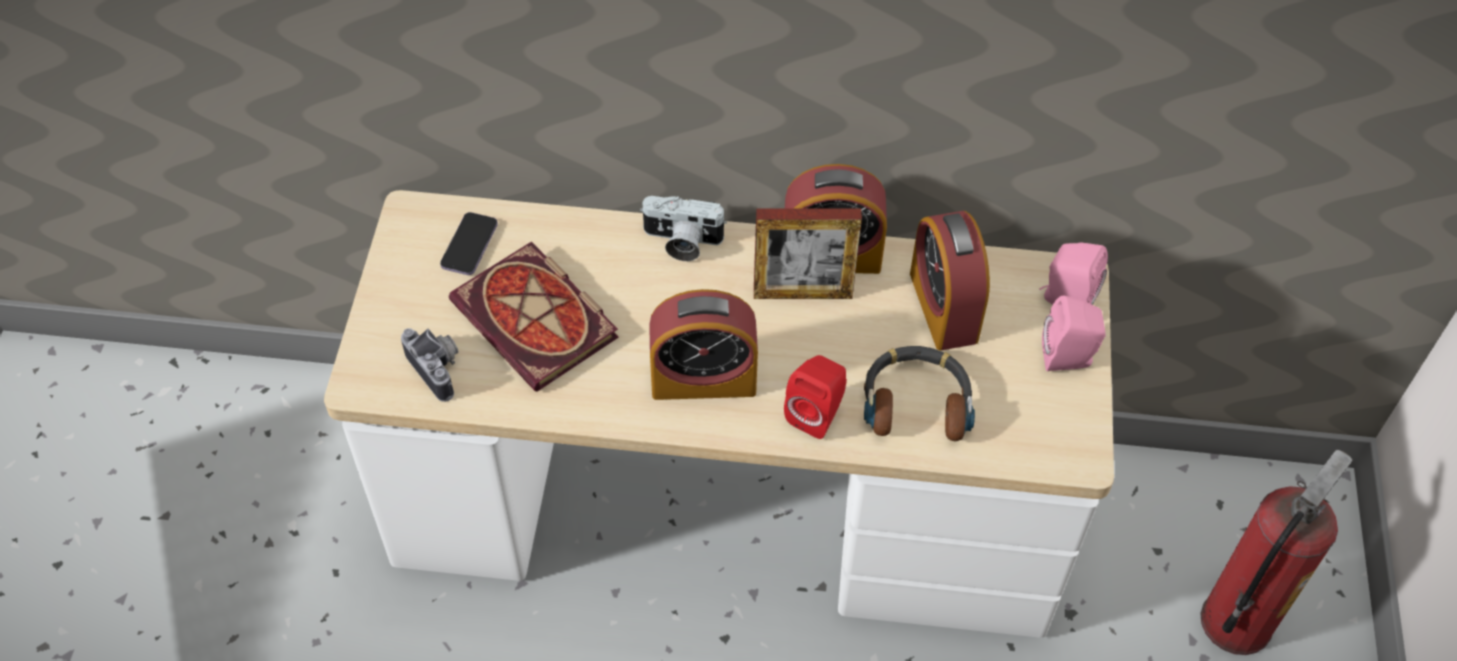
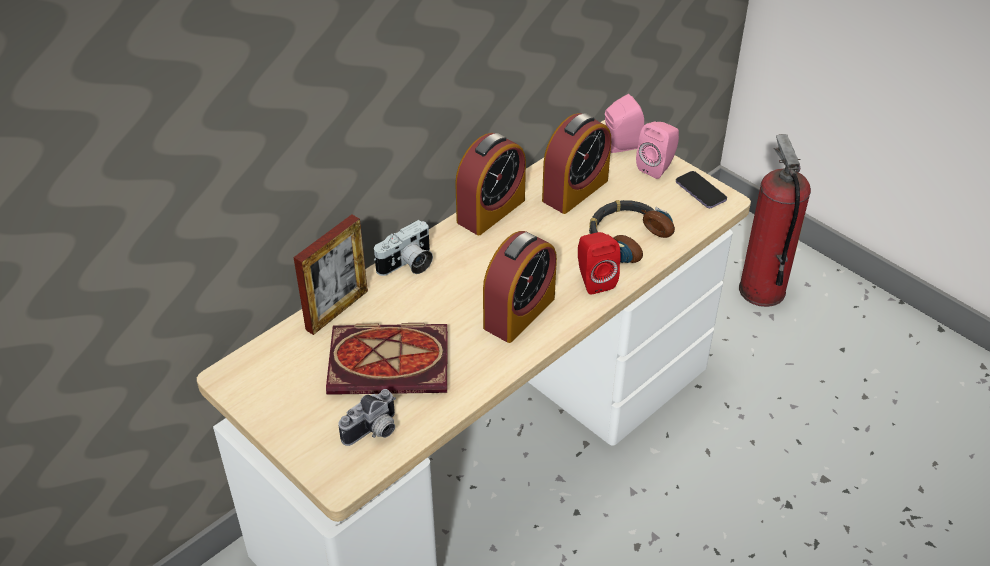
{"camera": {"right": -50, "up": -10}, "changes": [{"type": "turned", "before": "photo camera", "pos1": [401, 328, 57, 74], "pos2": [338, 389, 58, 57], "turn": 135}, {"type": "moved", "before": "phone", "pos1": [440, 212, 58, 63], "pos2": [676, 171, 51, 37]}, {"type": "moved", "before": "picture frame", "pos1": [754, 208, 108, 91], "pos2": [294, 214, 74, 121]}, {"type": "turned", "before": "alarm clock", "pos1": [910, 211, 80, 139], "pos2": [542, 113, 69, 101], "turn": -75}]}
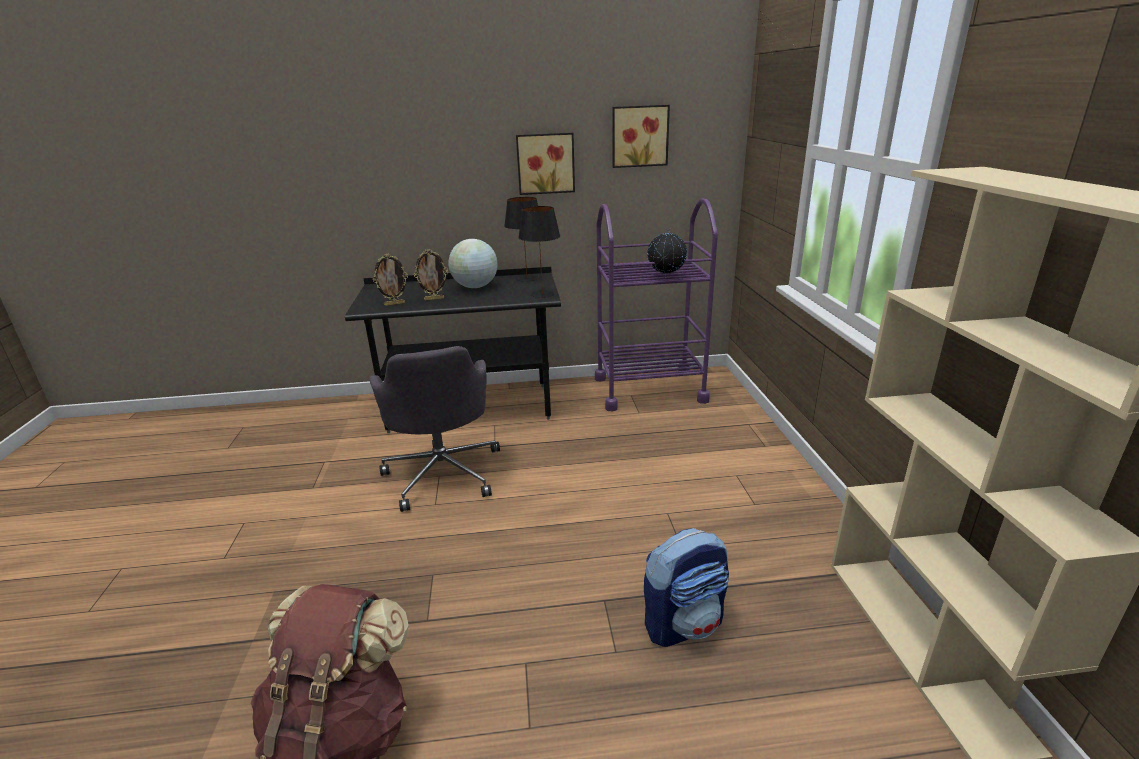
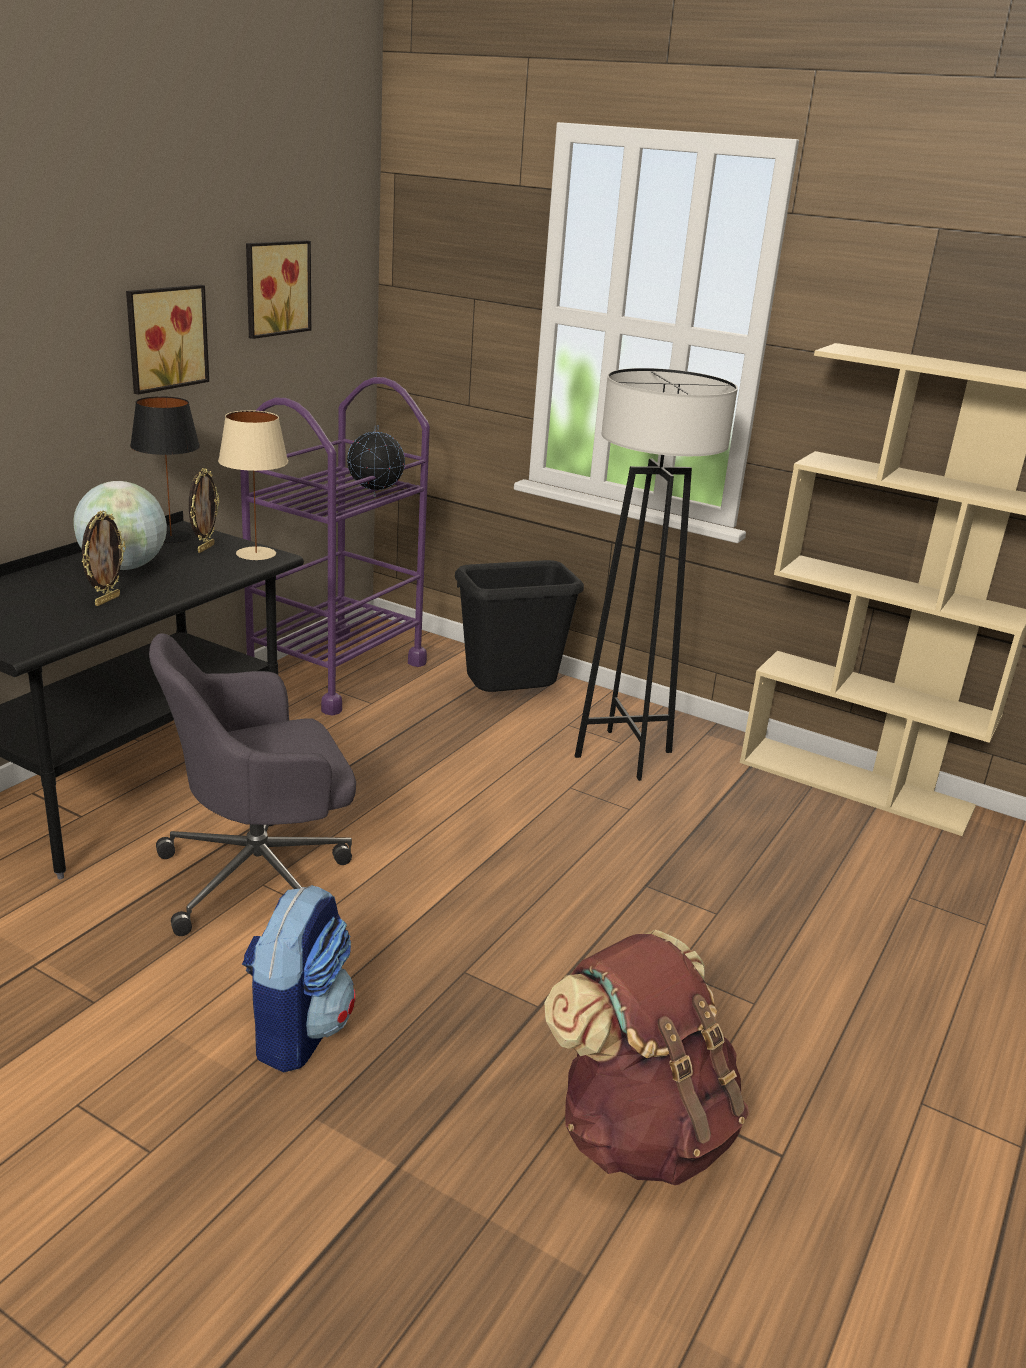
{"camera": {"right": -55, "up": 0}, "changes": [{"type": "turned", "before": "grey office chair", "pos1": [370, 346, 130, 166], "pos2": [149, 633, 207, 303], "turn": 135}, {"type": "moved", "before": "picture frame", "pos1": [373, 253, 35, 53], "pos2": [189, 468, 31, 85]}, {"type": "recoloured", "before": "black lamp for a table", "after": "beige lamp for a table", "pos1": [518, 206, 42, 92], "pos2": [218, 410, 70, 150]}, {"type": "moved", "before": "backpack", "pos1": [644, 528, 85, 119], "pos2": [242, 885, 113, 188]}, {"type": "added", "after": "black rubbish bin", "pos2": [455, 560, 129, 132]}, {"type": "added", "after": "grey standing lamp", "pos2": [575, 368, 163, 413]}]}
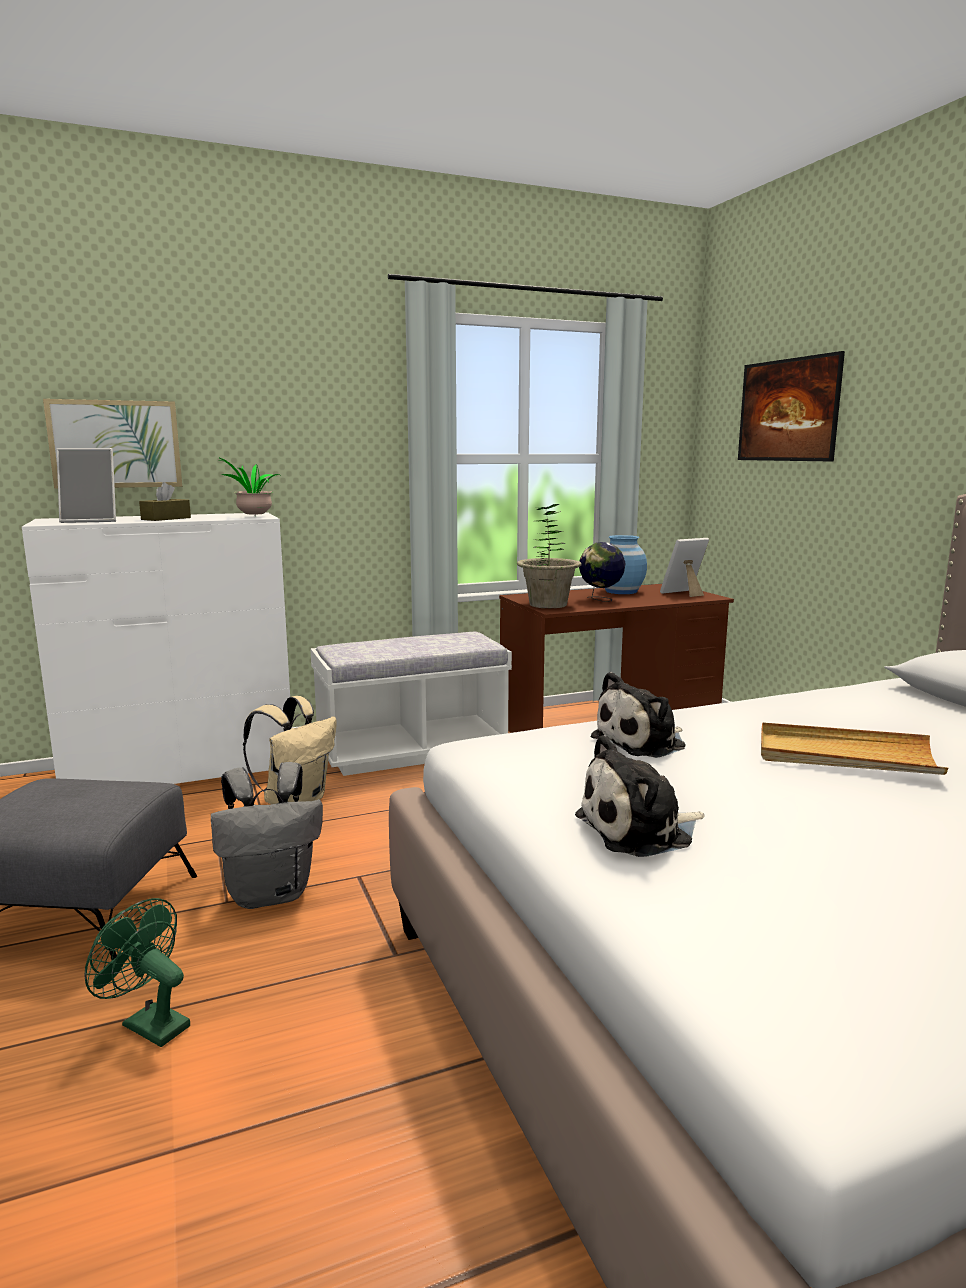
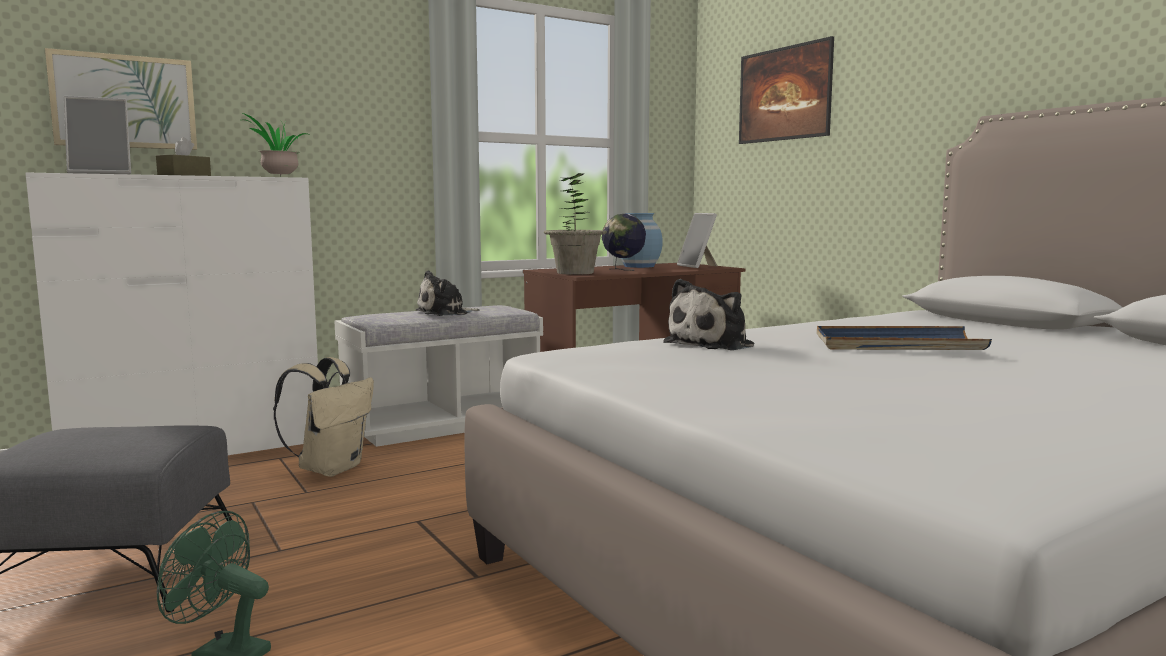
{"camera": {"right": -10, "up": -5}, "changes": [{"type": "removed", "before": "grey backpack", "pos1": [211, 762, 112, 147]}, {"type": "moved", "before": "plush toy", "pos1": [575, 735, 130, 122], "pos2": [416, 270, 63, 46]}, {"type": "turned", "before": "picture frame", "pos1": [660, 538, 49, 59], "pos2": [677, 213, 40, 55], "turn": -75}, {"type": "recoloured", "before": "beige serving tray", "after": "blue-coloured serving tray", "pos1": [761, 722, 187, 53], "pos2": [817, 326, 175, 24]}]}
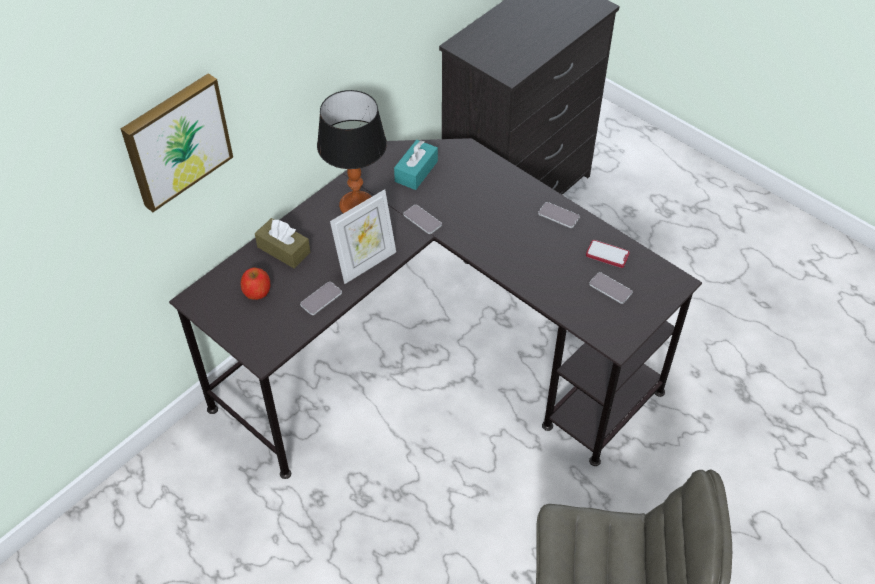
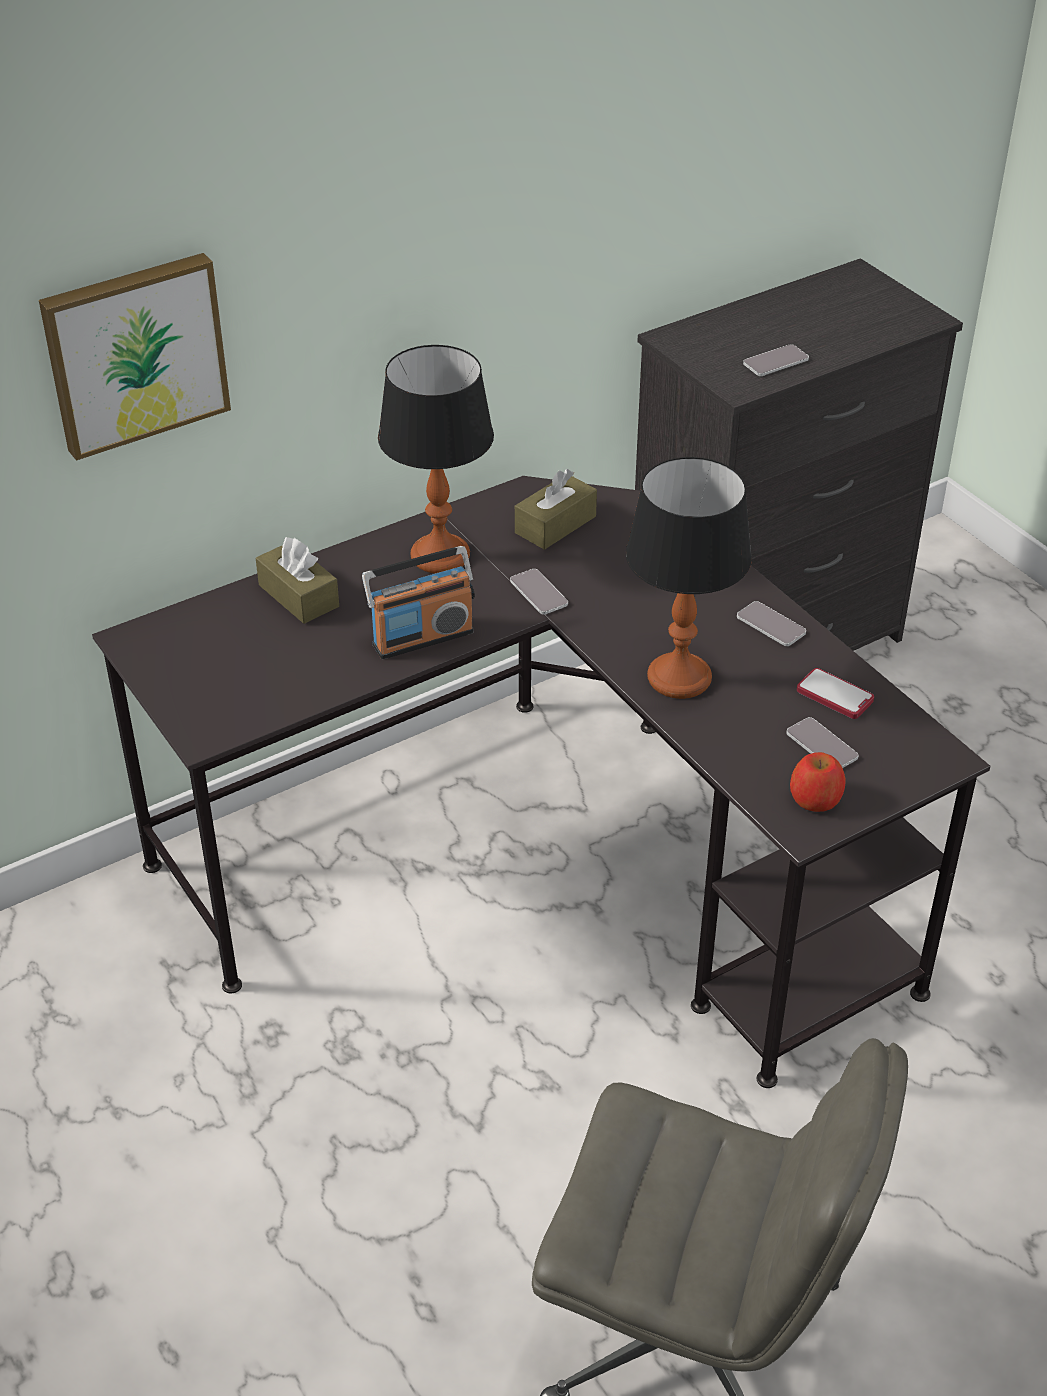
{"camera": {"right": 15, "up": -10}, "changes": [{"type": "moved", "before": "whole apple", "pos1": [241, 267, 29, 33], "pos2": [790, 752, 56, 60]}, {"type": "moved", "before": "phone", "pos1": [300, 282, 42, 33], "pos2": [743, 344, 66, 32]}, {"type": "replaced", "before": "picture frame", "after": "radio set", "pos1": [330, 189, 66, 95], "pos2": [362, 546, 113, 113]}, {"type": "recoloured", "before": "turquoise tissue box", "after": "brown tissue box", "pos1": [394, 140, 44, 50], "pos2": [515, 469, 82, 81]}, {"type": "added", "after": "lamp for a table", "pos2": [626, 457, 126, 242]}]}
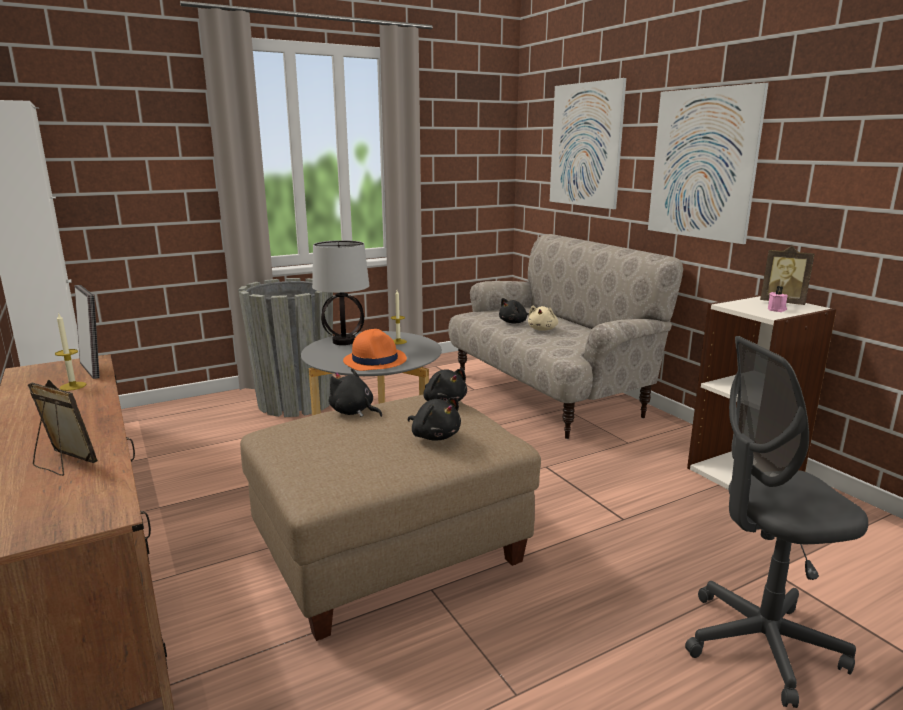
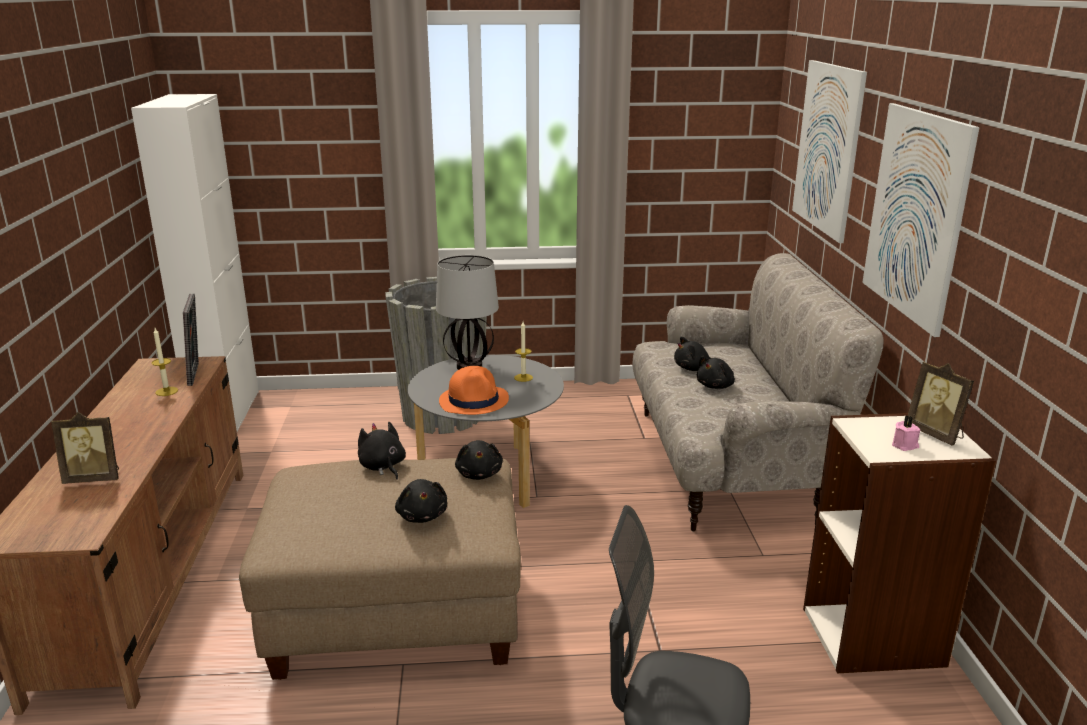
{"camera": {"right": 25, "up": 5}, "changes": [{"type": "turned", "before": "picture frame", "pos1": [28, 379, 70, 97], "pos2": [51, 412, 68, 72], "turn": 120}, {"type": "recoloured", "before": "beige plush toy", "after": "black plush toy", "pos1": [528, 306, 30, 25], "pos2": [697, 356, 38, 33]}]}
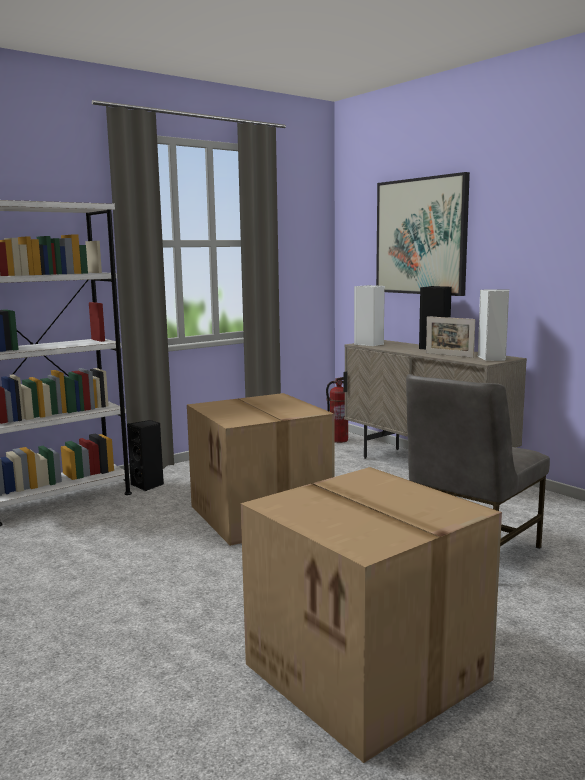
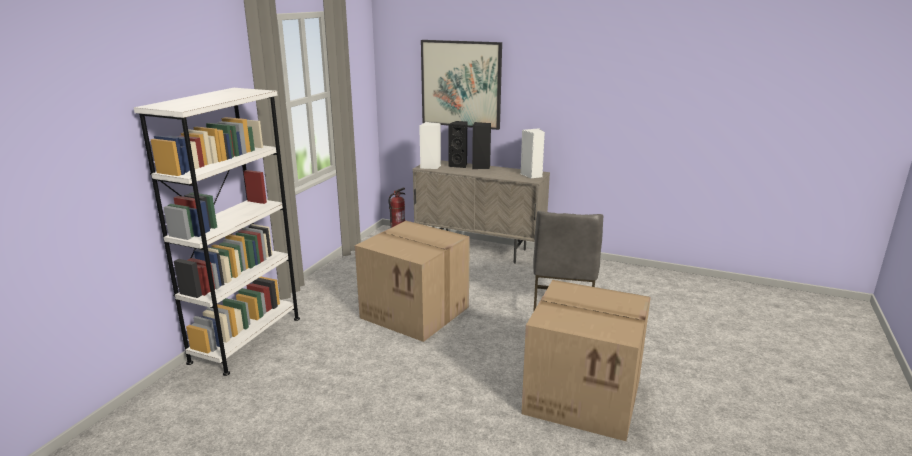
{"camera": {"right": -30, "up": 10}, "changes": [{"type": "moved", "before": "black speaker", "pos1": [127, 420, 37, 72], "pos2": [448, 121, 19, 47]}, {"type": "removed", "before": "picture frame", "pos1": [426, 316, 49, 42]}]}
